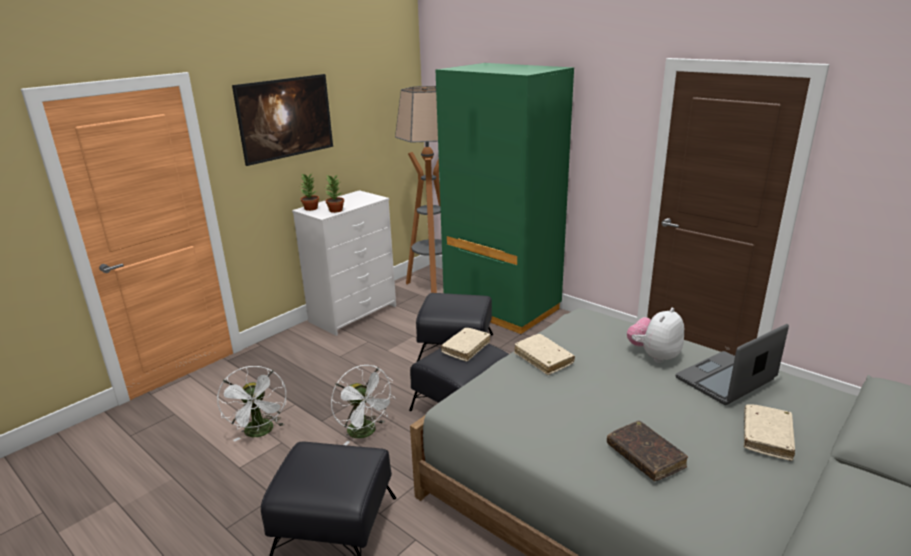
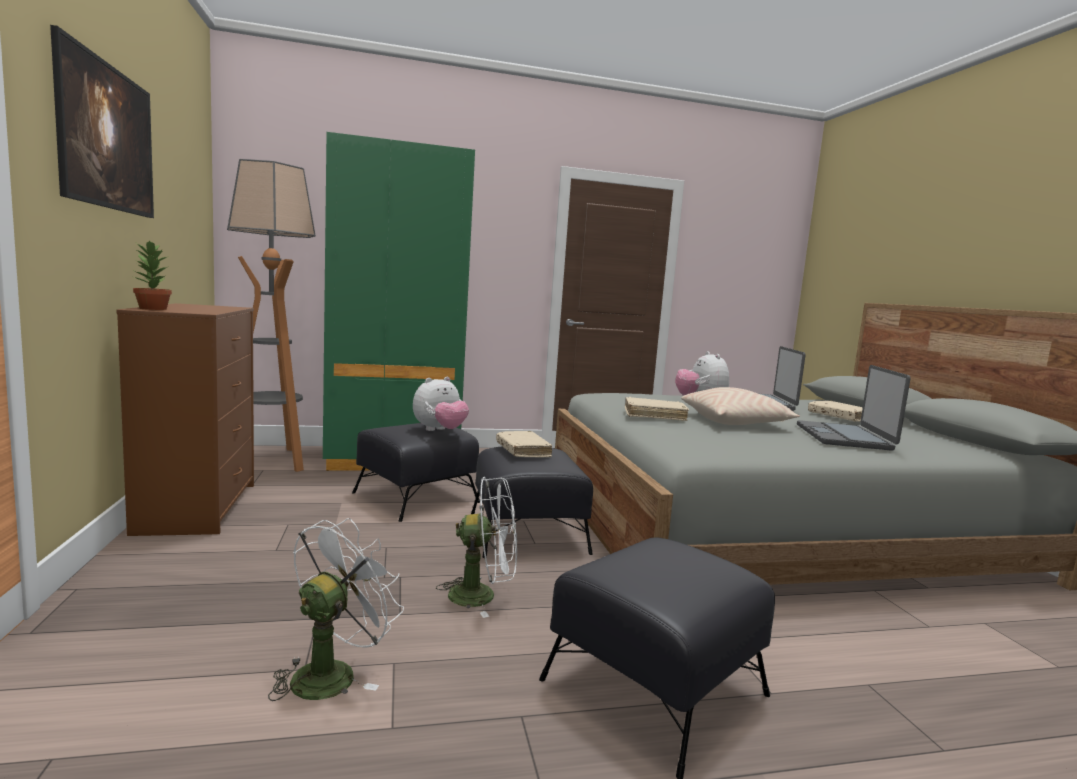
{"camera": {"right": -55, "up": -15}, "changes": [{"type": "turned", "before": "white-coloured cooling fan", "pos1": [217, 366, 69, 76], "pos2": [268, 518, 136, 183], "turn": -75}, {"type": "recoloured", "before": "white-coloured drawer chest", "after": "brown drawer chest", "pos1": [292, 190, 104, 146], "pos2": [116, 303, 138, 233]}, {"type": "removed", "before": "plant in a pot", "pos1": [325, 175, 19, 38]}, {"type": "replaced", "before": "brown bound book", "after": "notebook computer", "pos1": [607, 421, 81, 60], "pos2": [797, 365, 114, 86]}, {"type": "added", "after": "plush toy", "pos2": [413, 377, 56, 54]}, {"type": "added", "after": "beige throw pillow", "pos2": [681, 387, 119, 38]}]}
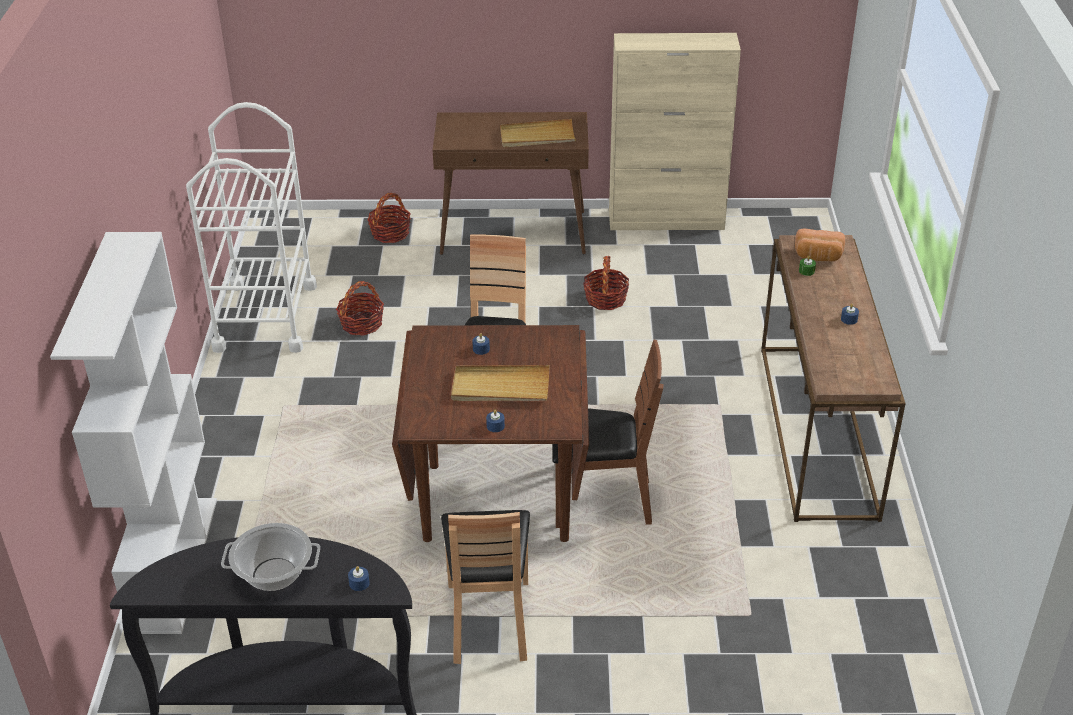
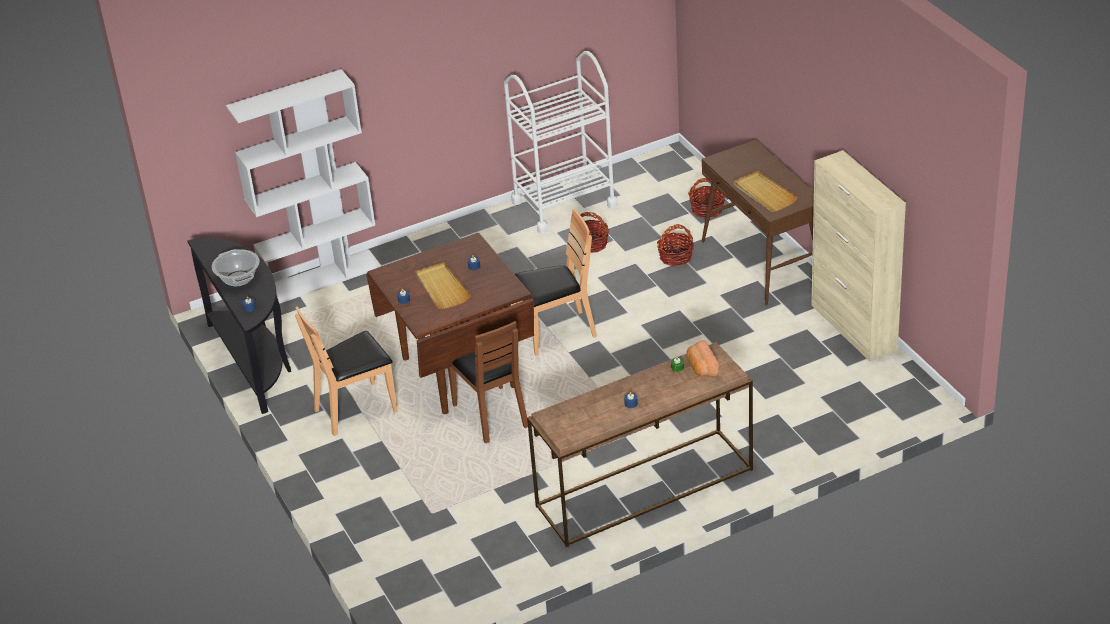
{"camera": {"right": 65, "up": 0}, "changes": [{"type": "moved", "before": "household basket", "pos1": [584, 256, 45, 54], "pos2": [657, 224, 37, 42]}]}
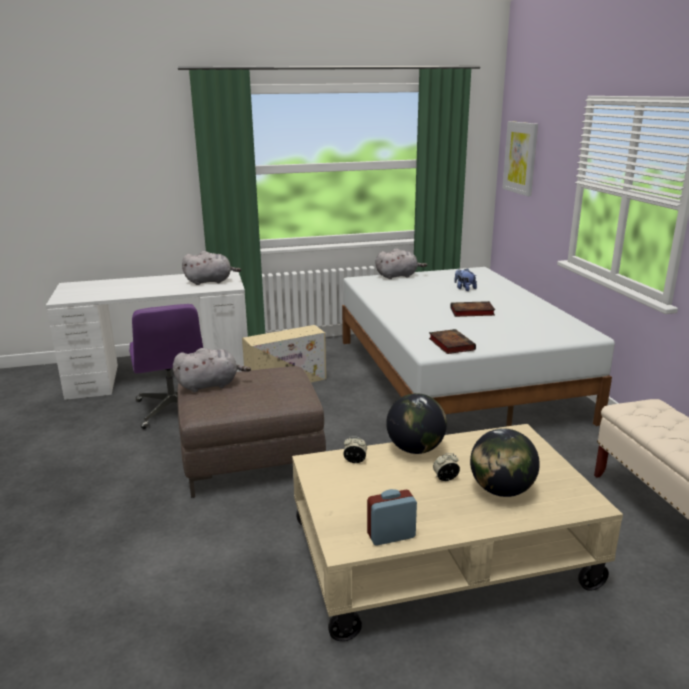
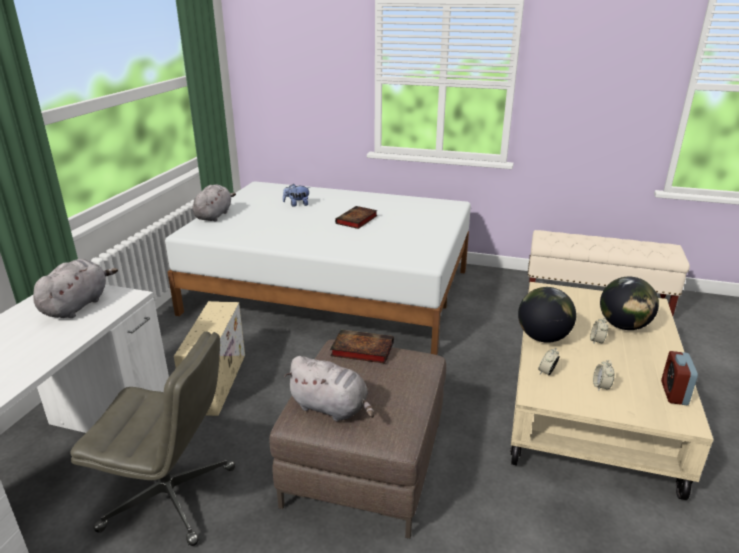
{"camera": {"right": -60, "up": 5}, "changes": [{"type": "recoloured", "before": "purplish office chair", "after": "grey office chair", "pos1": [129, 304, 74, 125], "pos2": [70, 331, 165, 215]}, {"type": "turned", "before": "grey plush toy", "pos1": [173, 348, 78, 44], "pos2": [284, 356, 90, 66], "turn": 105}, {"type": "moved", "before": "bound book", "pos1": [429, 329, 47, 25], "pos2": [330, 330, 64, 34]}, {"type": "removed", "before": "wall picture", "pos1": [502, 121, 36, 75]}, {"type": "added", "after": "alarm clock", "pos2": [593, 360, 21, 31]}]}
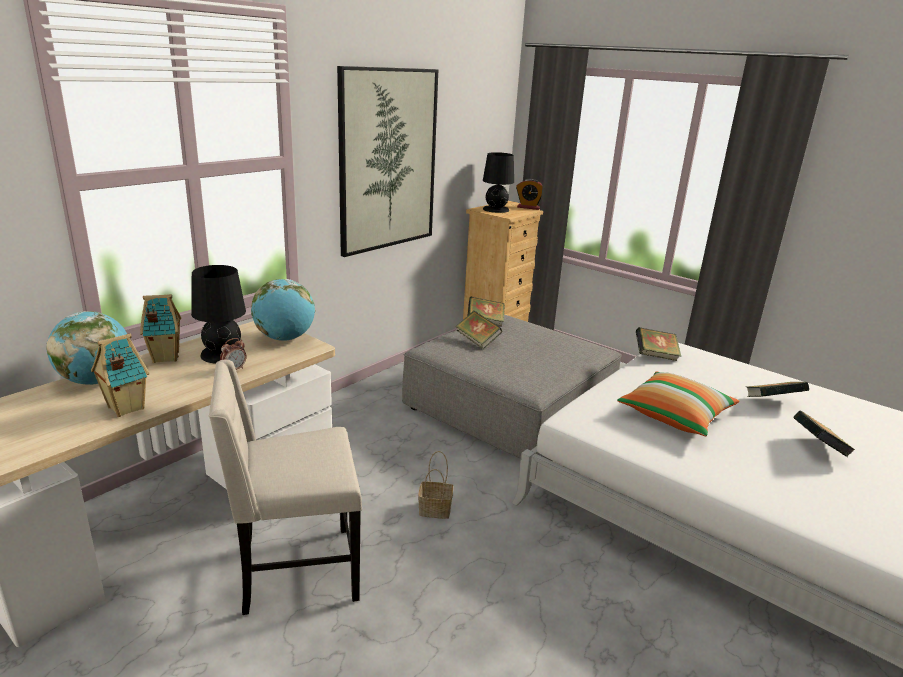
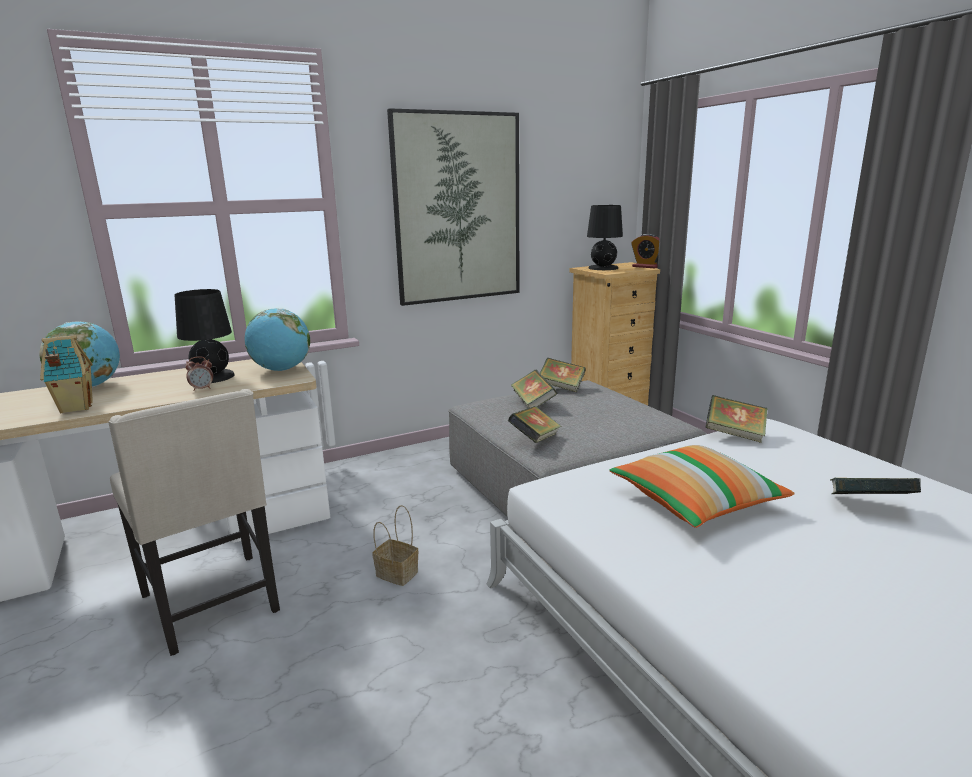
{"camera": {"right": 25, "up": -5}, "changes": [{"type": "removed", "before": "model house", "pos1": [140, 294, 41, 69]}, {"type": "turned", "before": "beige chair", "pos1": [209, 360, 153, 255], "pos2": [108, 389, 172, 267], "turn": -135}, {"type": "moved", "before": "bound book", "pos1": [793, 411, 62, 46], "pos2": [508, 406, 53, 37]}]}
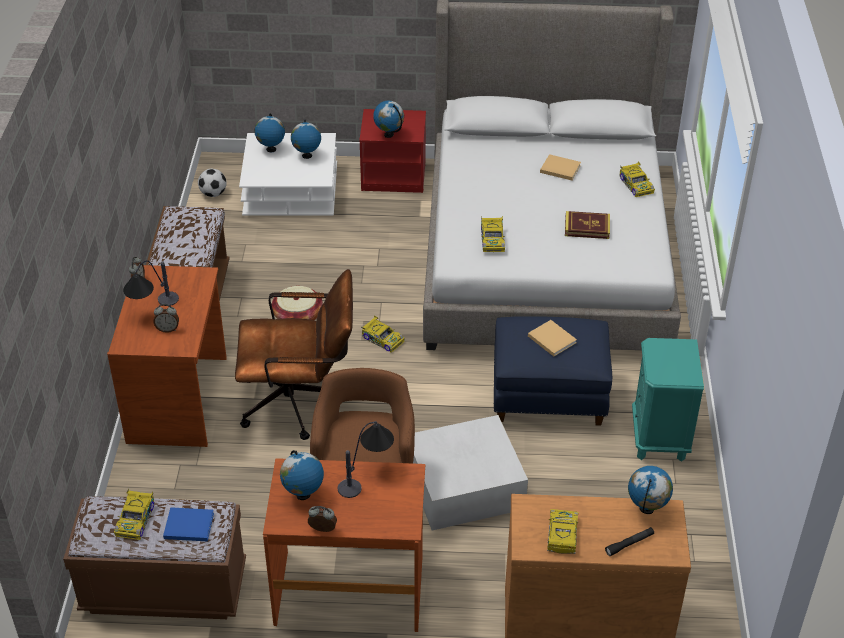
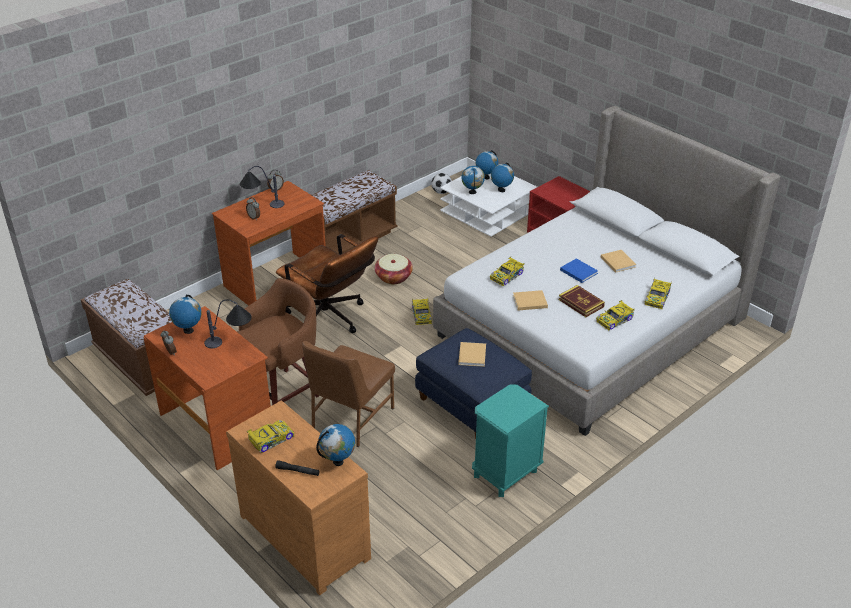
{"camera": {"right": 45, "up": -5}, "changes": [{"type": "moved", "before": "miniature car", "pos1": [114, 489, 41, 51], "pos2": [596, 300, 39, 30]}, {"type": "moved", "before": "blue-coloured bound book", "pos1": [163, 507, 51, 34], "pos2": [560, 258, 38, 25]}, {"type": "moved", "before": "globe", "pos1": [373, 101, 31, 37], "pos2": [461, 166, 24, 28]}, {"type": "replaced", "before": "white-coloured storage box", "after": "brown chair", "pos1": [413, 415, 115, 115], "pos2": [302, 341, 93, 106]}, {"type": "added", "after": "beige bound book", "pos2": [513, 290, 35, 20]}]}
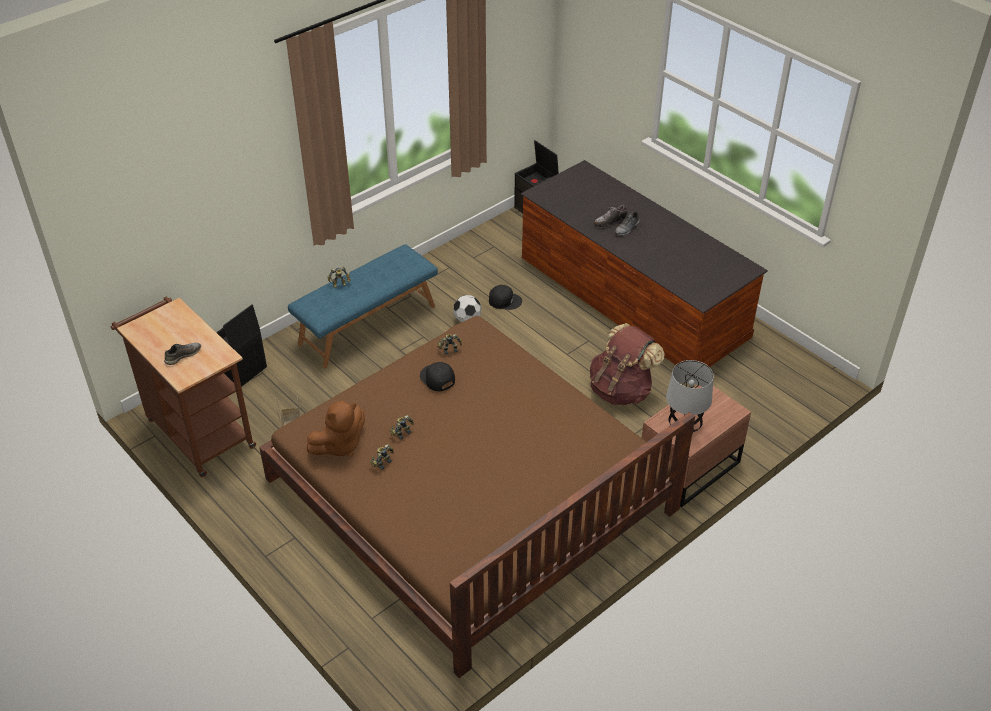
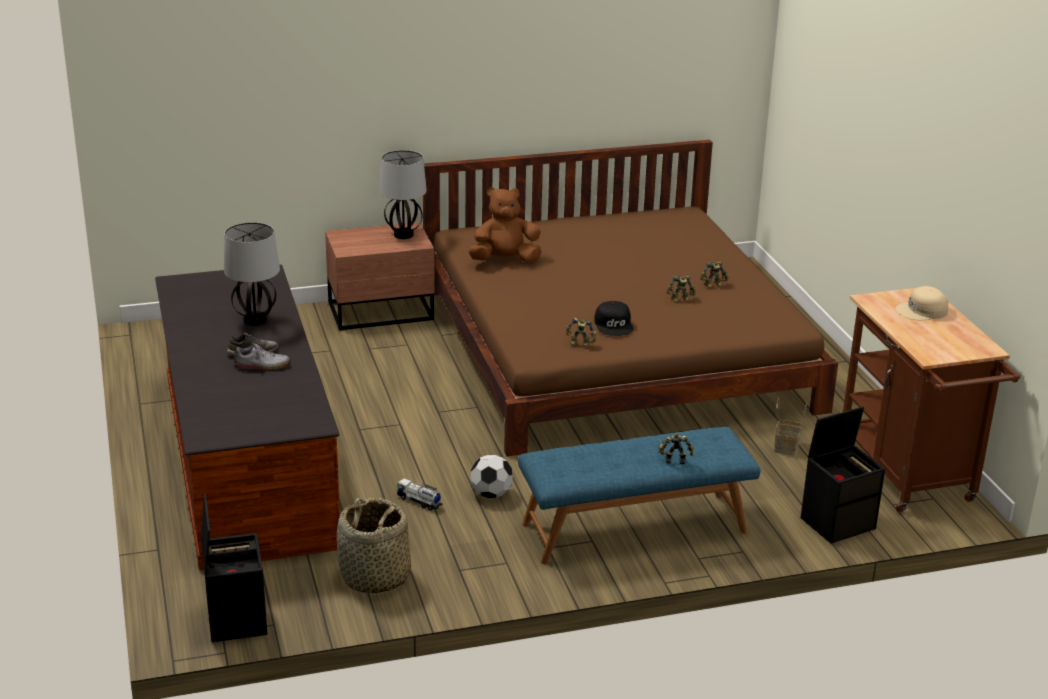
{"camera": {"right": -155, "up": -15}, "changes": [{"type": "replaced", "before": "grey low shoe", "after": "beige cap", "pos1": [164, 343, 37, 22], "pos2": [895, 286, 53, 34]}, {"type": "moved", "before": "brown plush toy", "pos1": [307, 400, 58, 57], "pos2": [468, 187, 74, 76]}, {"type": "replaced", "before": "black cap", "after": "model truck", "pos1": [489, 285, 33, 25], "pos2": [397, 478, 46, 33]}, {"type": "removed", "before": "brown backpack", "pos1": [590, 323, 75, 82]}, {"type": "added", "after": "lamp for a table", "pos2": [224, 222, 56, 104]}, {"type": "added", "after": "household basket", "pos2": [337, 498, 74, 95]}]}
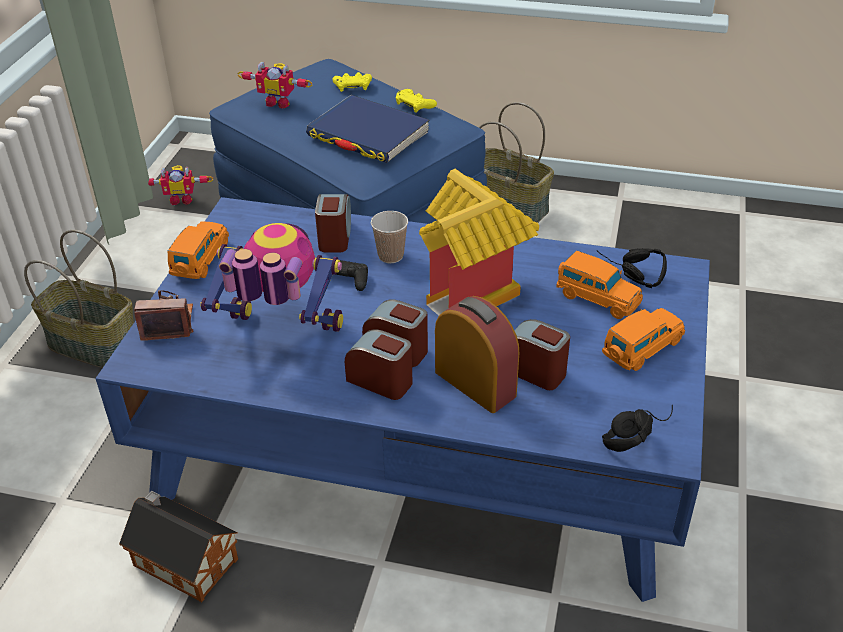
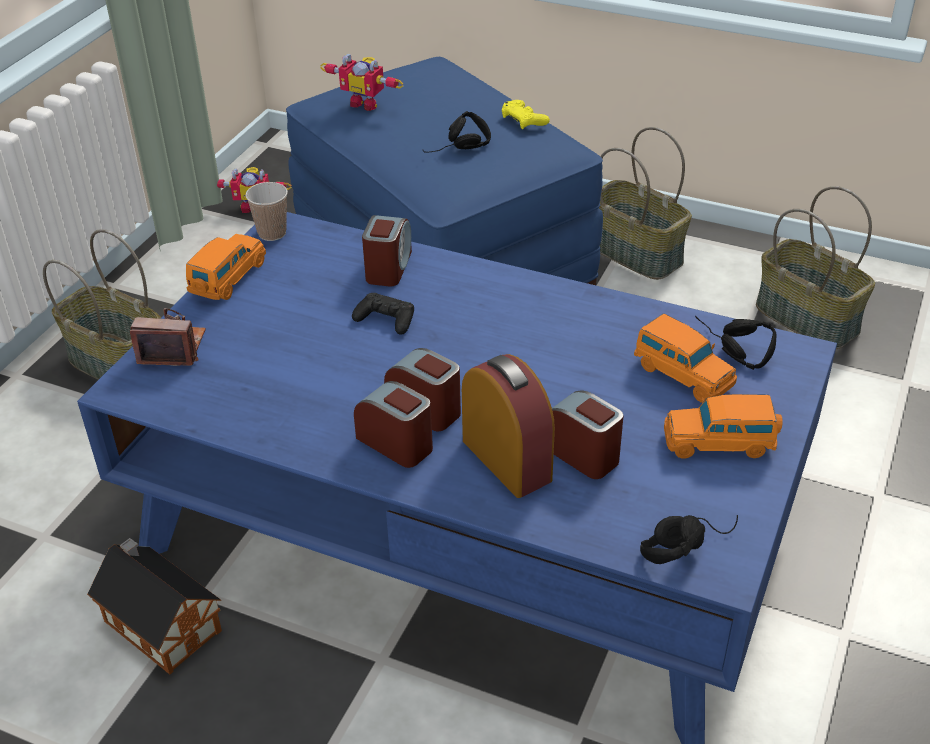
{"camera": {"right": 10, "up": 0}, "changes": [{"type": "removed", "before": "model robot", "pos1": [200, 223, 143, 109]}, {"type": "replaced", "before": "blue-coloured bound book", "after": "black pair of headphones", "pos1": [306, 95, 124, 68], "pos2": [423, 111, 68, 42]}, {"type": "removed", "before": "yellow game controller", "pos1": [333, 72, 39, 20]}, {"type": "moved", "before": "small cup", "pos1": [371, 211, 37, 52], "pos2": [245, 182, 43, 59]}, {"type": "removed", "before": "model house", "pos1": [419, 169, 120, 147]}, {"type": "turned", "before": "orange miniature car", "pos1": [602, 308, 83, 63], "pos2": [664, 394, 119, 64], "turn": -150}, {"type": "added", "after": "household basket", "pos2": [756, 186, 119, 163]}]}
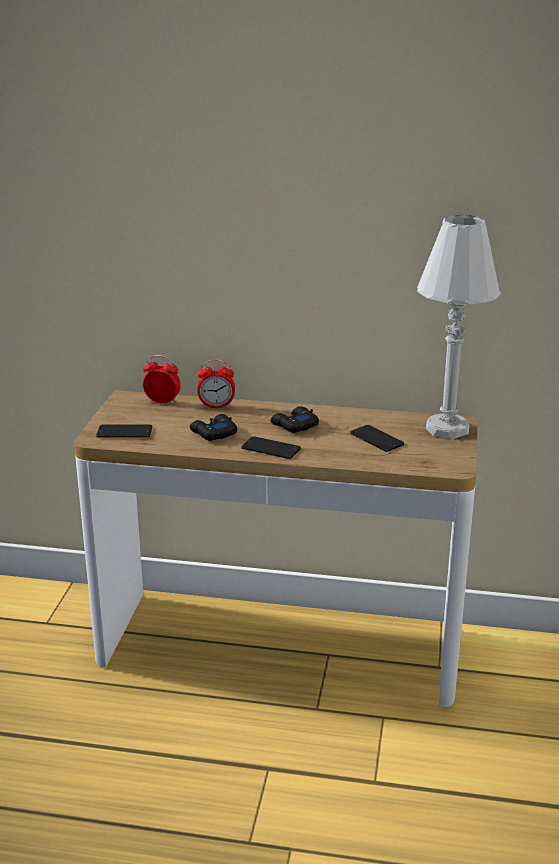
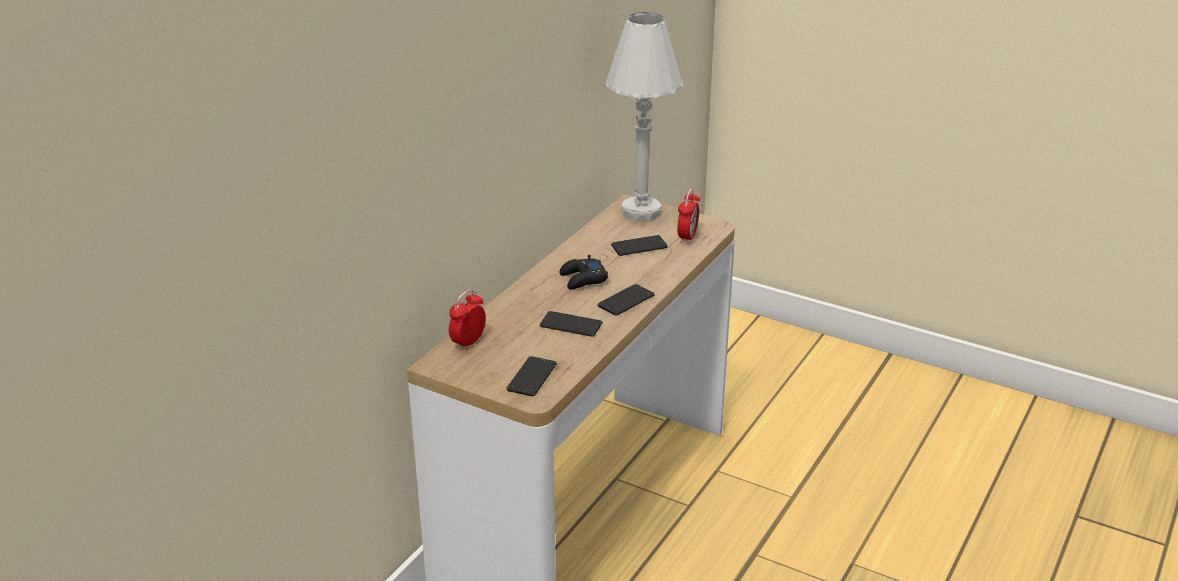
{"camera": {"right": -70, "up": 5}, "changes": [{"type": "replaced", "before": "black game controller", "after": "phone", "pos1": [190, 414, 47, 27], "pos2": [539, 311, 63, 26]}, {"type": "moved", "before": "alarm clock", "pos1": [197, 360, 38, 48], "pos2": [678, 189, 22, 55]}]}
